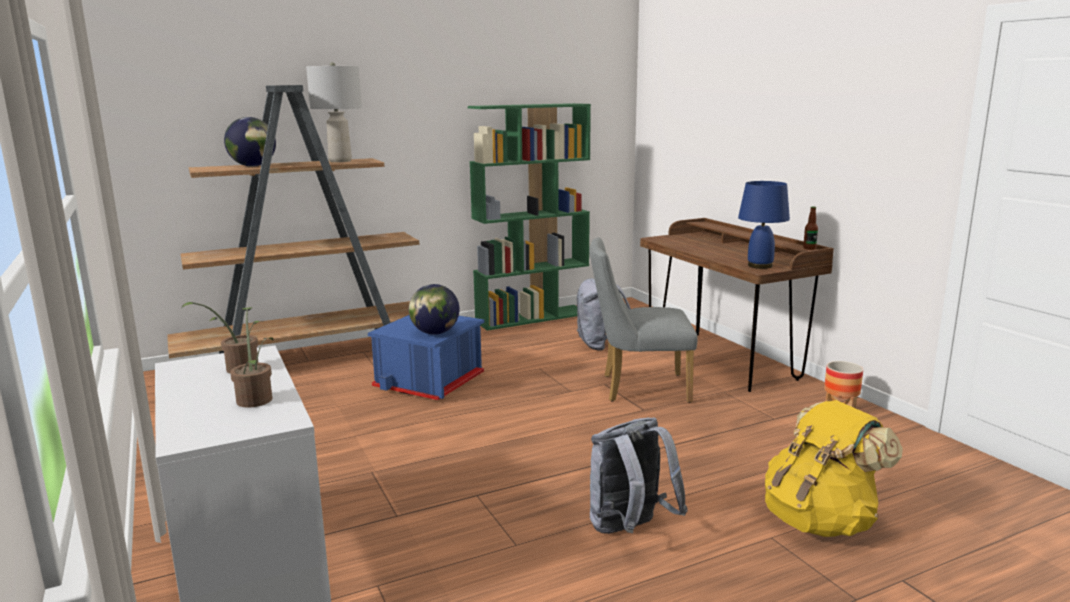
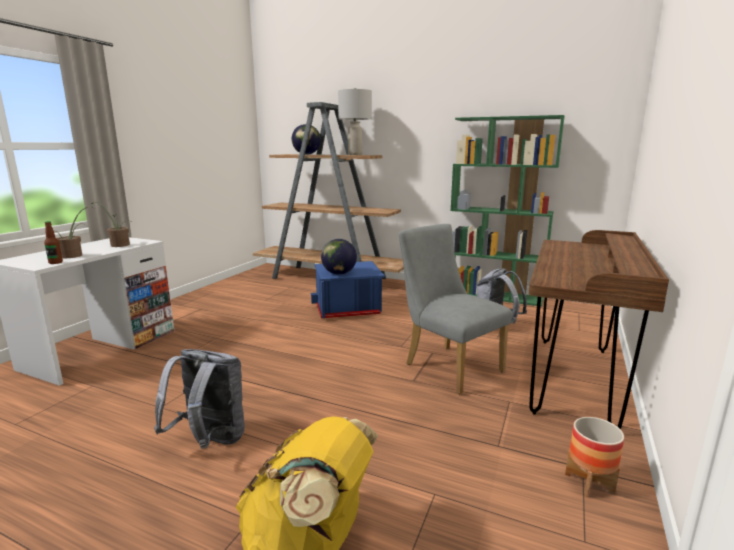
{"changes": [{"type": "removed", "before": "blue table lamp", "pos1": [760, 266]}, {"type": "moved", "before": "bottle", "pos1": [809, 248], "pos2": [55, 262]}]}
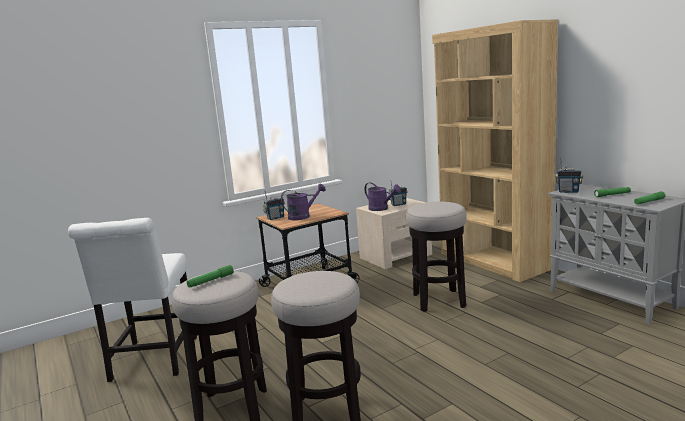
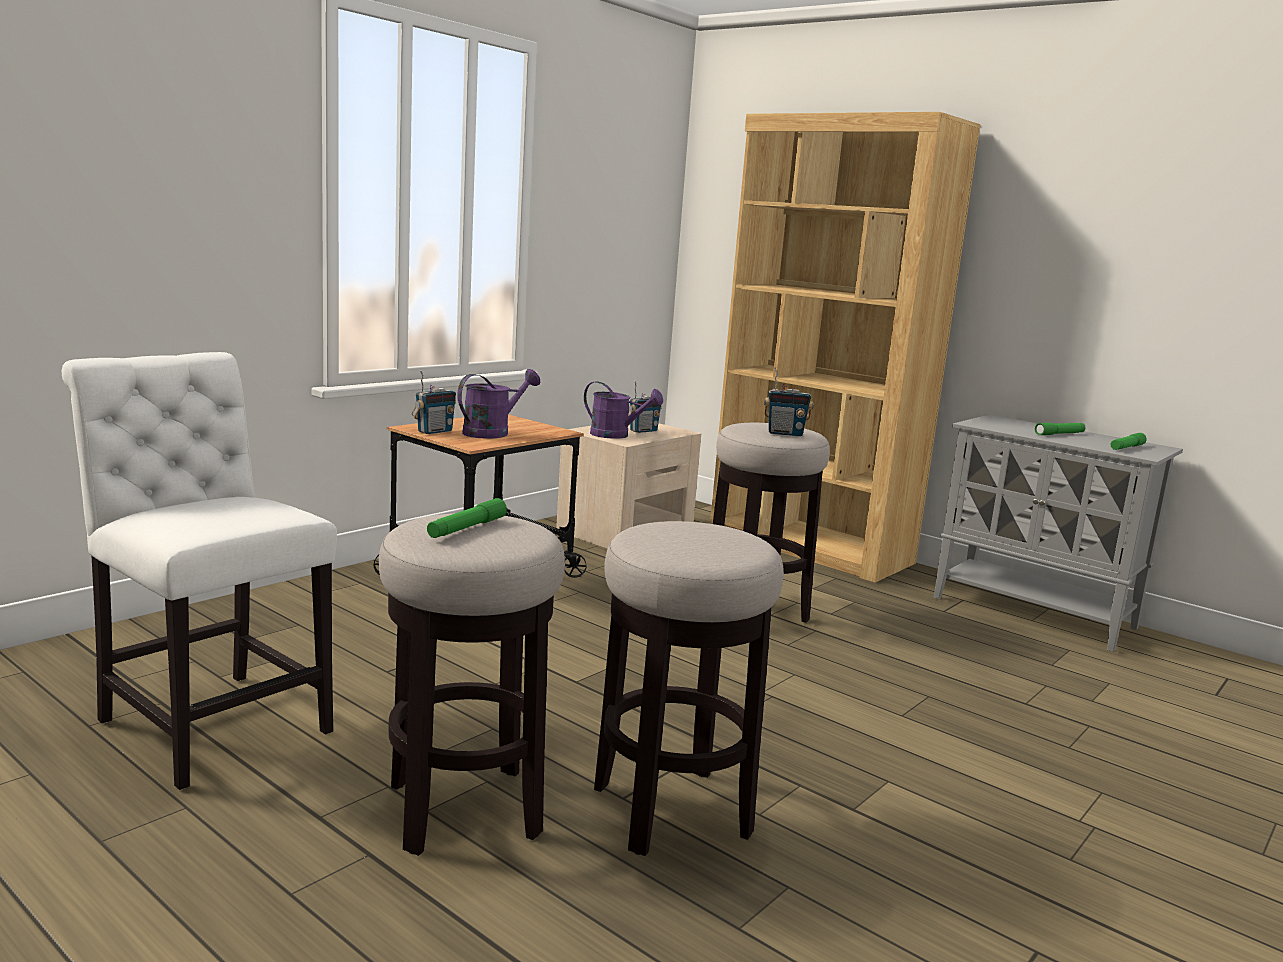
{"changes": [{"type": "moved", "before": "radio", "pos1": [568, 191], "pos2": [785, 433]}, {"type": "turned", "before": "white chair", "pos1": [152, 361], "pos2": [209, 722], "turn": 150}]}
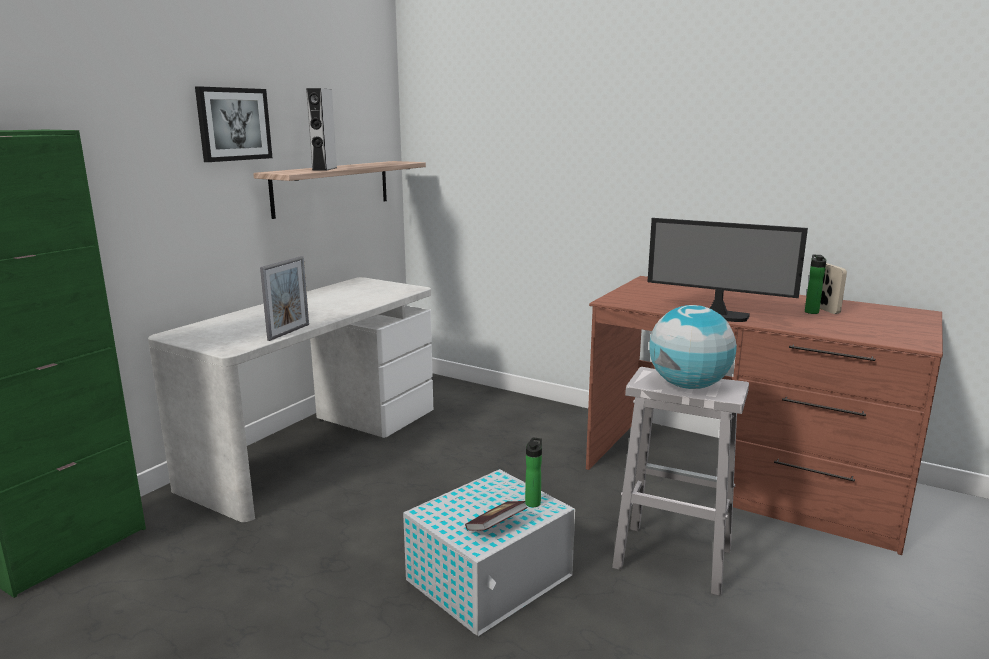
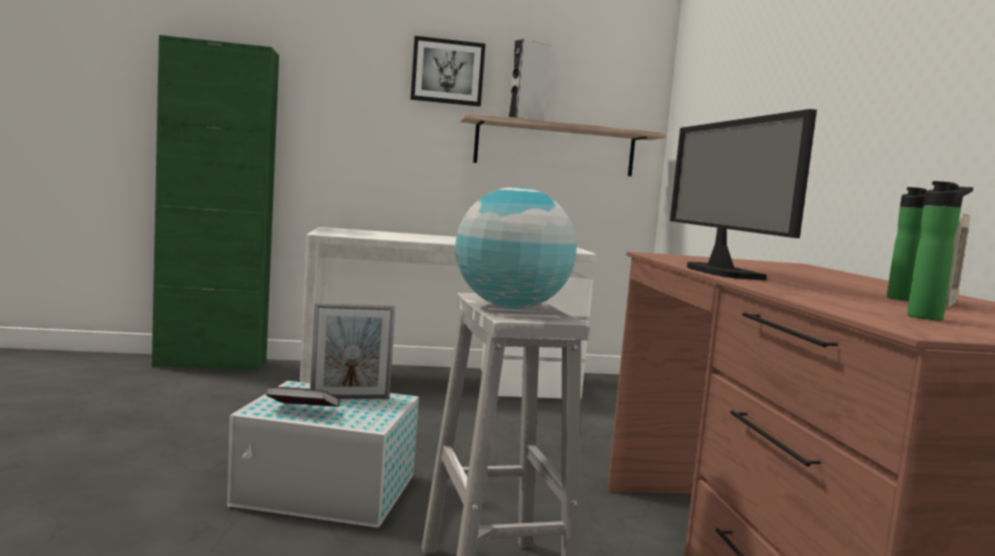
{"changes": [{"type": "moved", "before": "picture frame", "pos1": [289, 332], "pos2": [350, 398]}, {"type": "moved", "before": "bottle", "pos1": [533, 502], "pos2": [928, 317]}]}
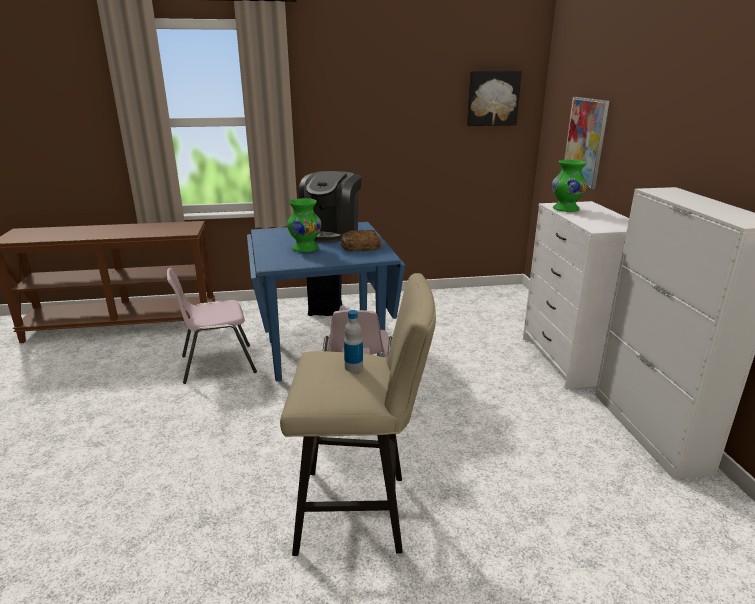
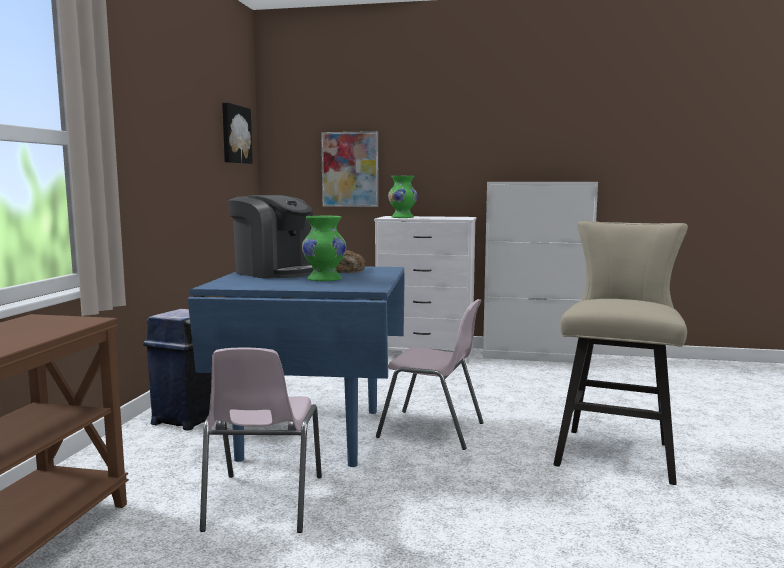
{"changes": [{"type": "removed", "before": "bottle", "pos1": [353, 367]}]}
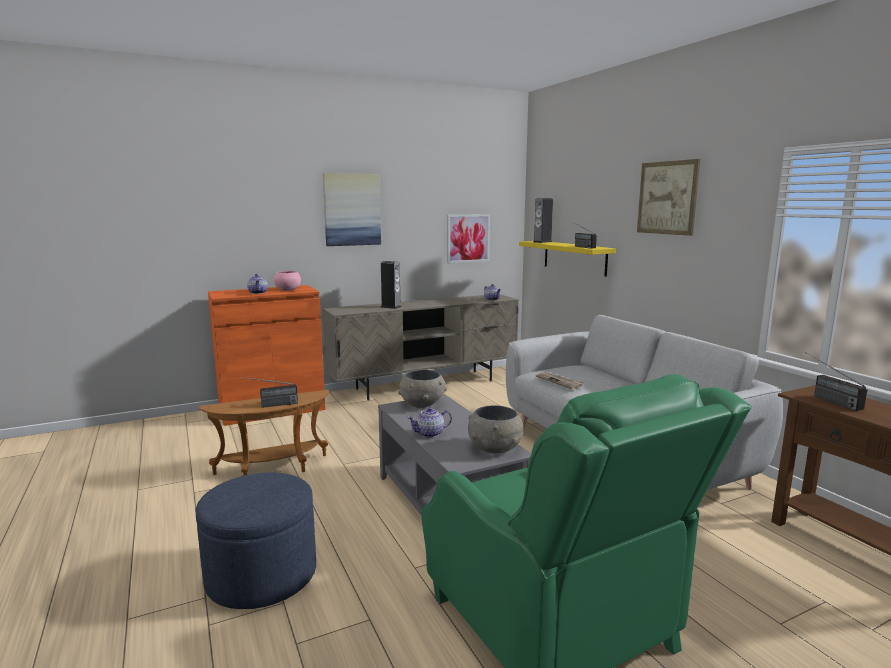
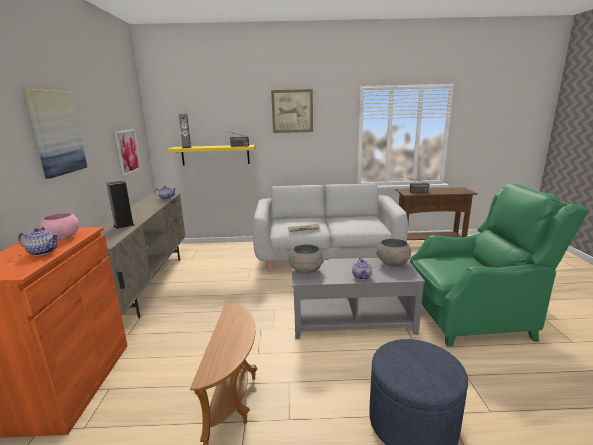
{"changes": [{"type": "removed", "before": "radio", "pos1": [269, 405]}]}
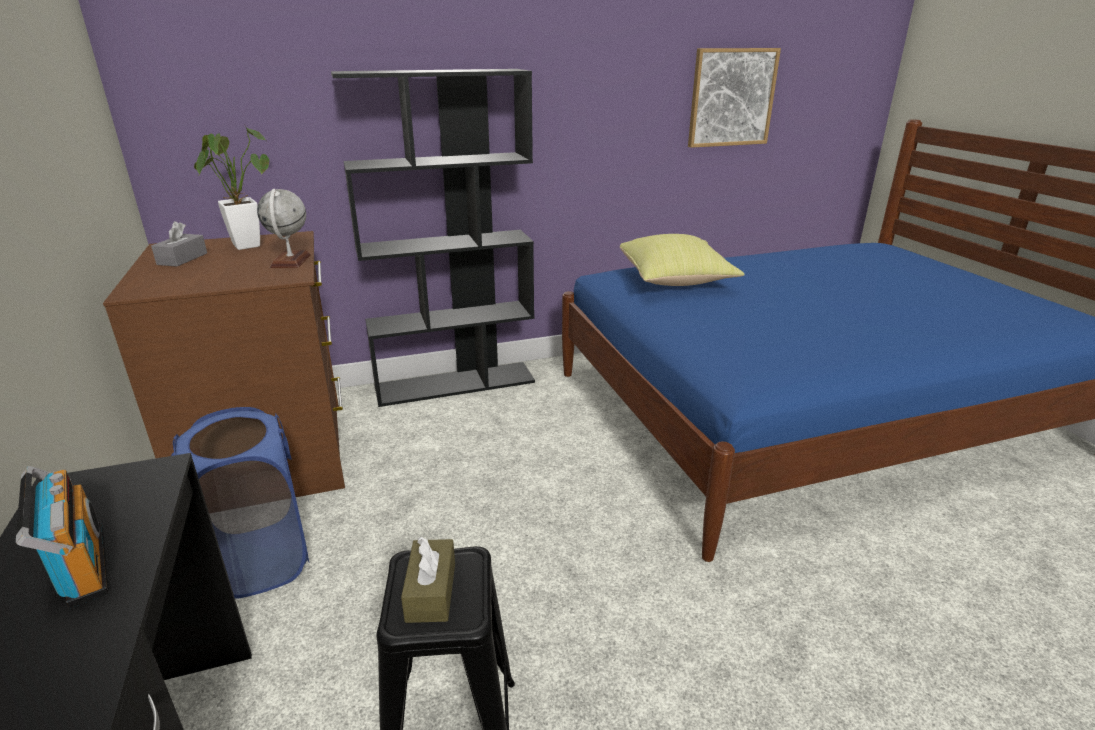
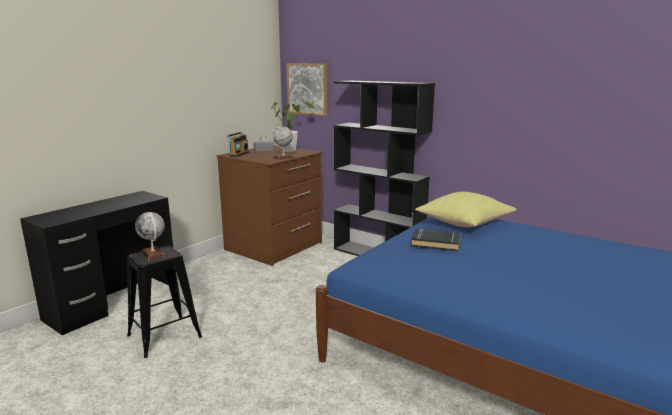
{"changes": [{"type": "moved", "before": "picture", "pos1": [731, 97], "pos2": [307, 89]}, {"type": "removed", "before": "blue laundry basket", "pos1": [261, 560]}, {"type": "moved", "before": "radio", "pos1": [79, 567], "pos2": [238, 154]}, {"type": "replaced", "before": "brown tissue box", "after": "globe", "pos1": [431, 591], "pos2": [153, 254]}, {"type": "added", "after": "black book", "pos2": [436, 243]}]}
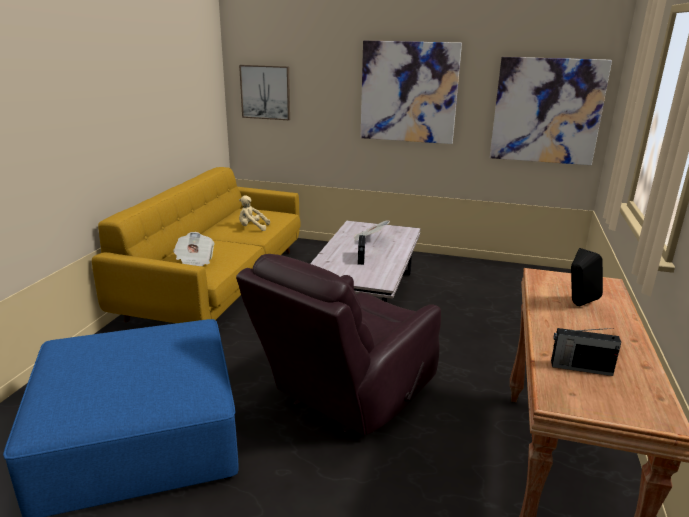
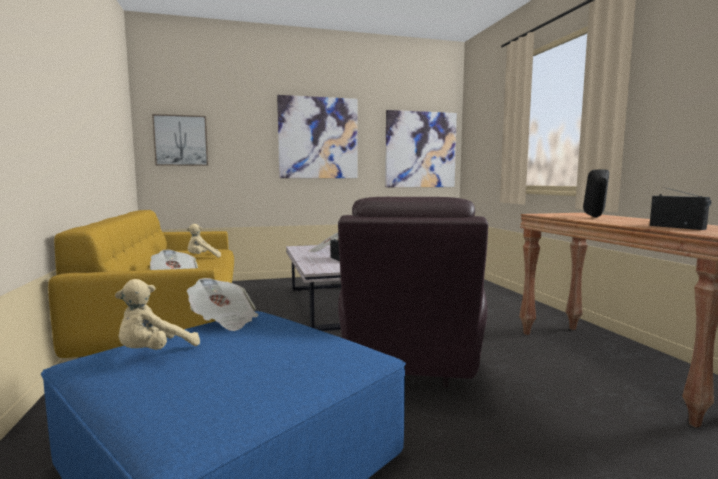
{"changes": [{"type": "turned", "before": "radio", "pos1": [580, 367], "pos2": [677, 227], "turn": -105}, {"type": "added", "after": "newspaper", "pos2": [224, 321]}, {"type": "added", "after": "beige plush toy", "pos2": [154, 353]}]}
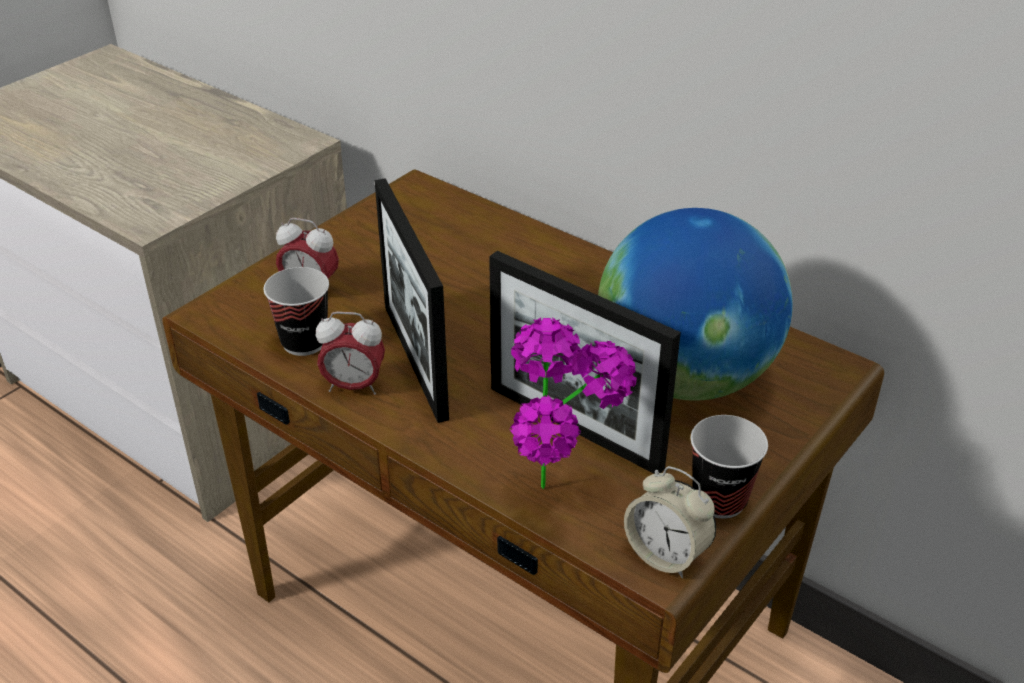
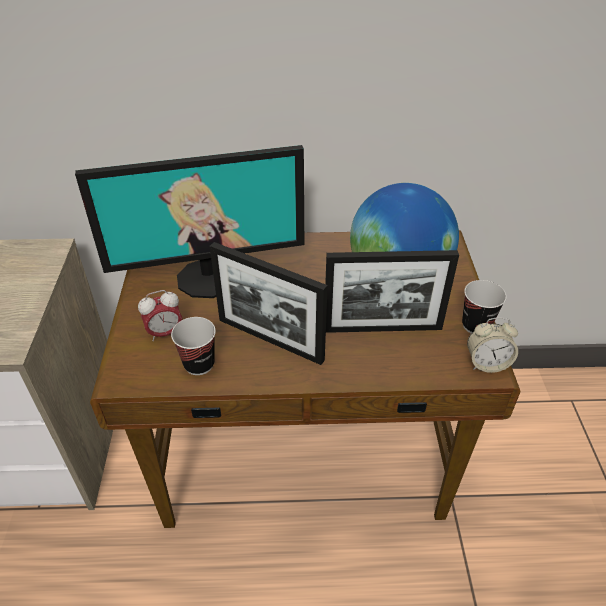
{"changes": [{"type": "removed", "before": "alarm clock", "pos1": [354, 386]}, {"type": "removed", "before": "potted plant", "pos1": [564, 499]}, {"type": "added", "after": "monitor", "pos2": [209, 277]}]}
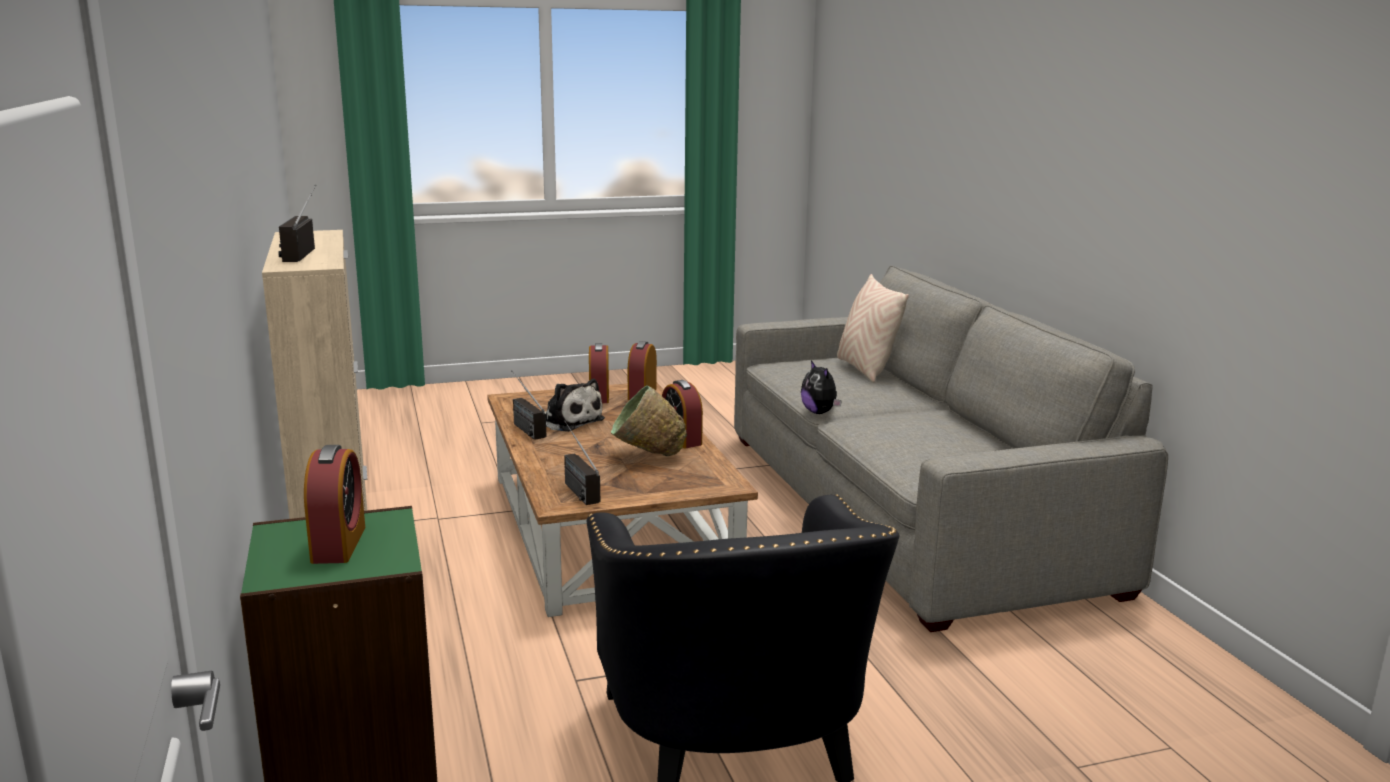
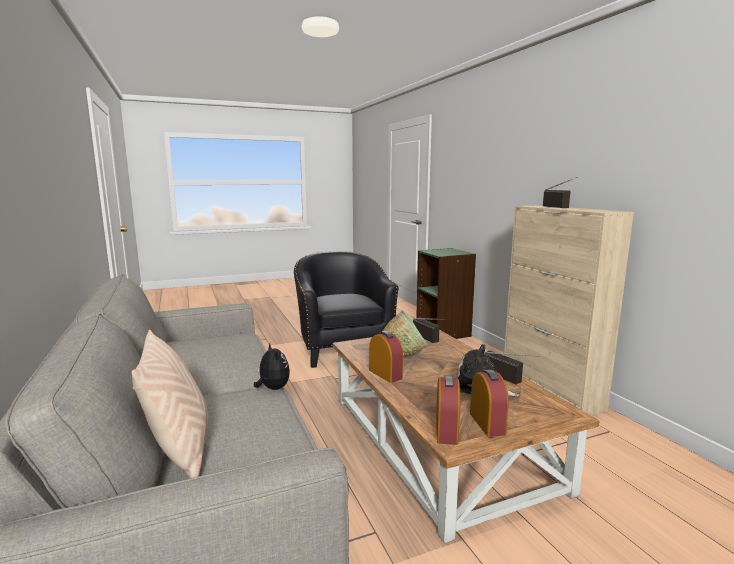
{"changes": [{"type": "removed", "before": "alarm clock", "pos1": [338, 544]}]}
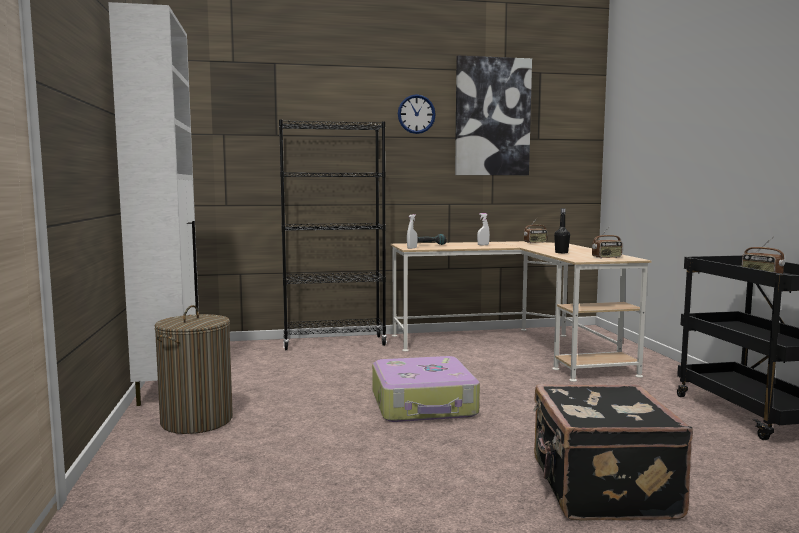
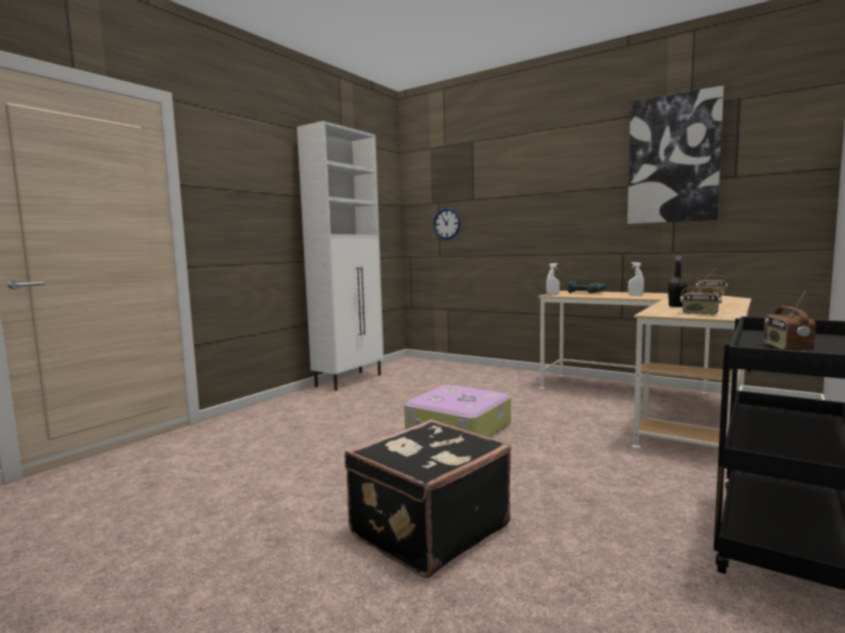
{"changes": [{"type": "moved", "before": "wall clock", "pos1": [416, 114], "pos2": [447, 223]}, {"type": "removed", "before": "black bookcase", "pos1": [334, 343]}, {"type": "removed", "before": "laundry basket", "pos1": [197, 420]}]}
